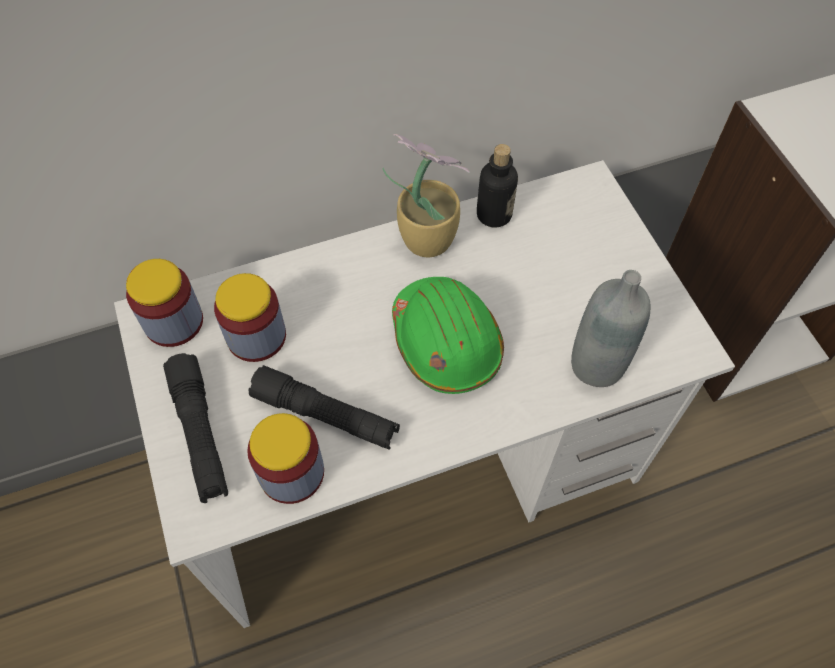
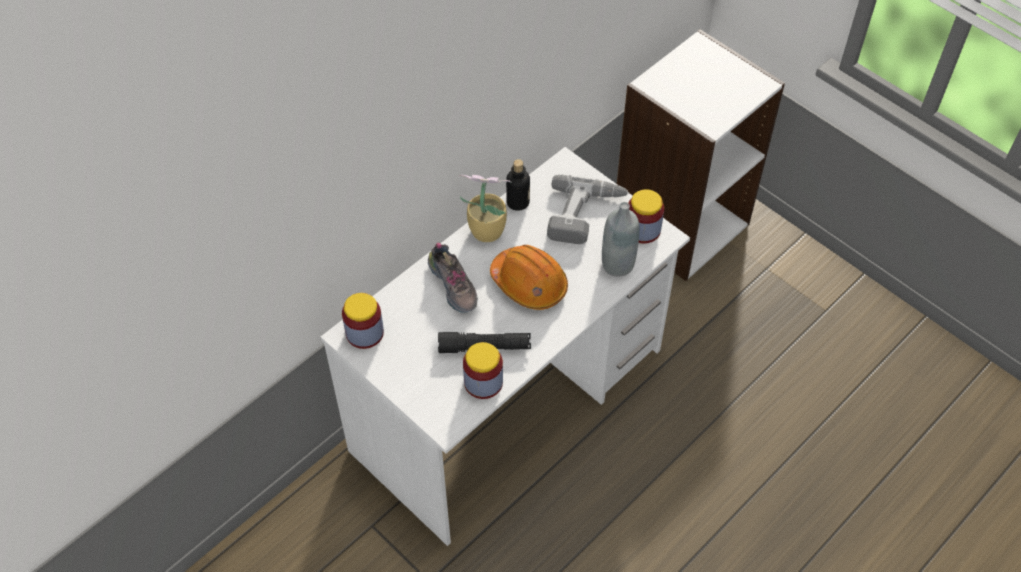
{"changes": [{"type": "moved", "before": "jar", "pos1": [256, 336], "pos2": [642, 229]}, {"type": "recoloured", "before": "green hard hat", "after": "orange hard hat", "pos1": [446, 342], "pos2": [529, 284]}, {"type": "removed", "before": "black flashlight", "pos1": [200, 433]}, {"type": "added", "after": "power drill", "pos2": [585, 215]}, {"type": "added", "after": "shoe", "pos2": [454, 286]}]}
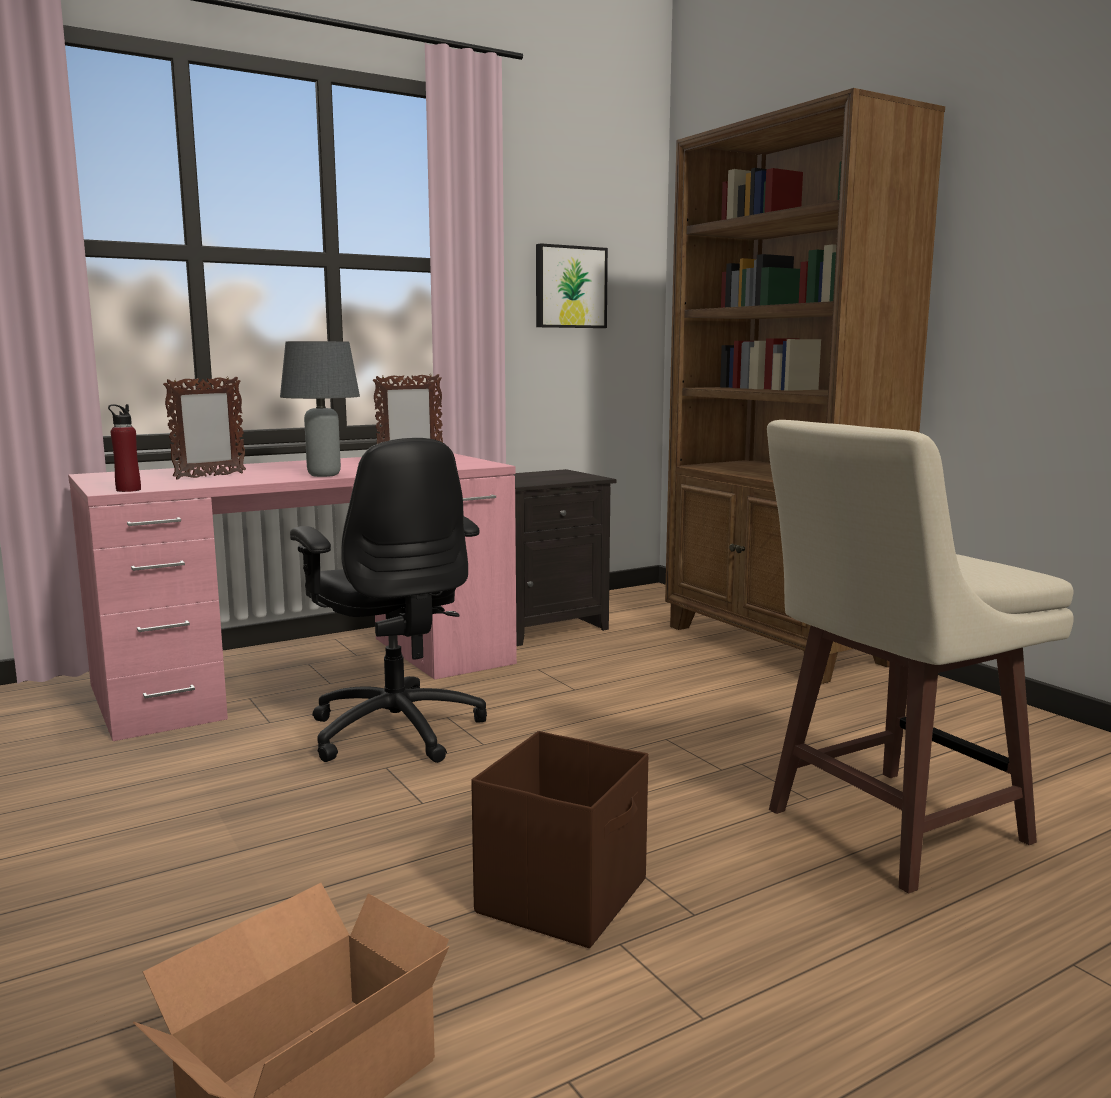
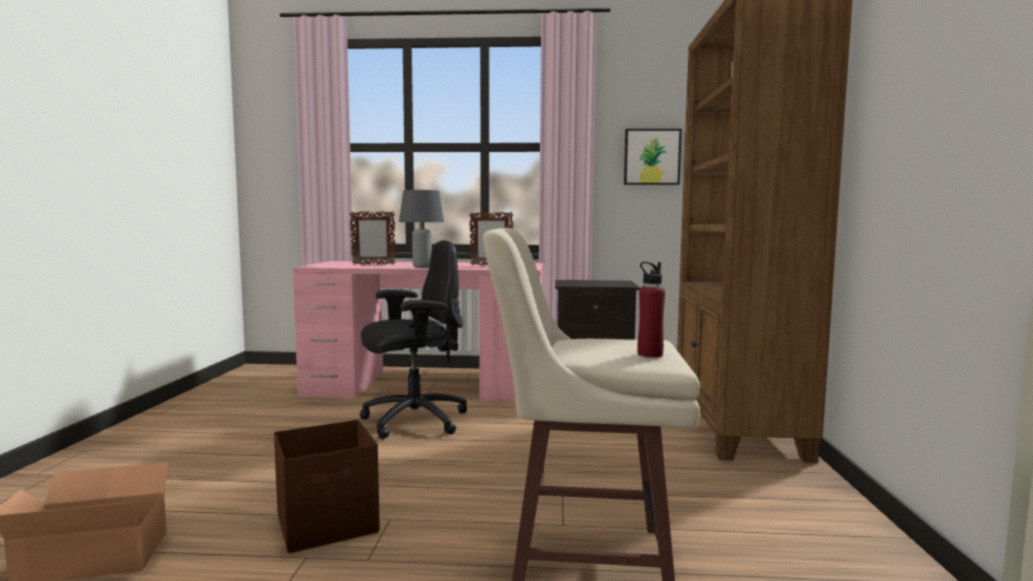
{"changes": [{"type": "moved", "before": "red bottle", "pos1": [128, 490], "pos2": [650, 354]}, {"type": "turned", "before": "black office chair", "pos1": [396, 730], "pos2": [413, 421], "turn": -120}]}
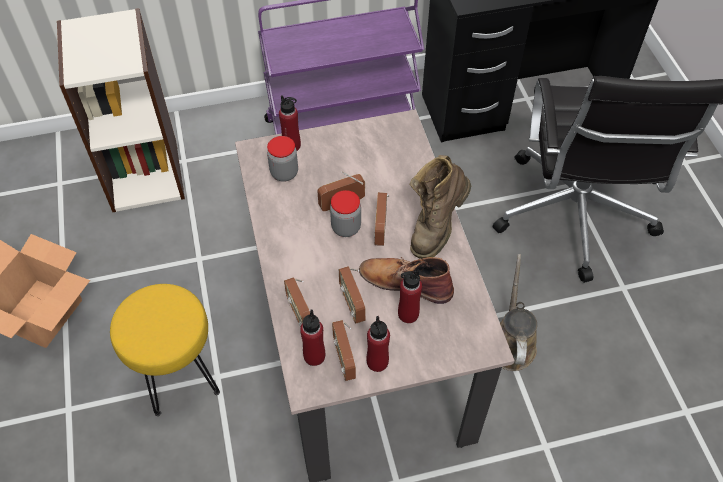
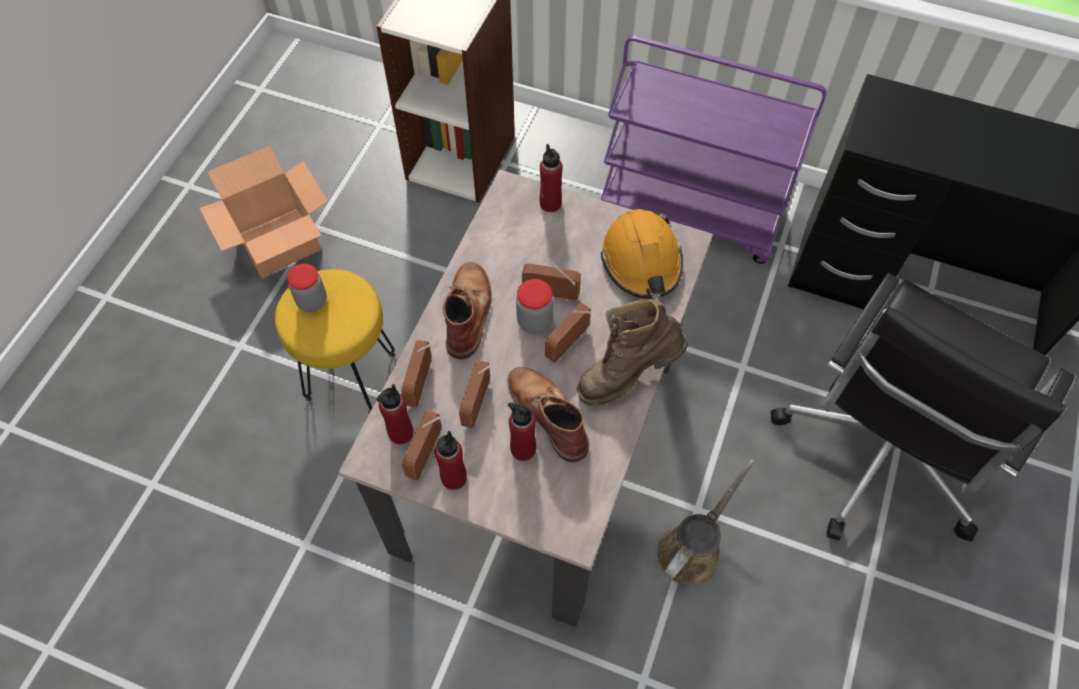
{"changes": [{"type": "moved", "before": "jar", "pos1": [284, 173], "pos2": [312, 301]}, {"type": "added", "after": "orange hard hat", "pos2": [642, 262]}, {"type": "added", "after": "brown boot", "pos2": [468, 311]}]}
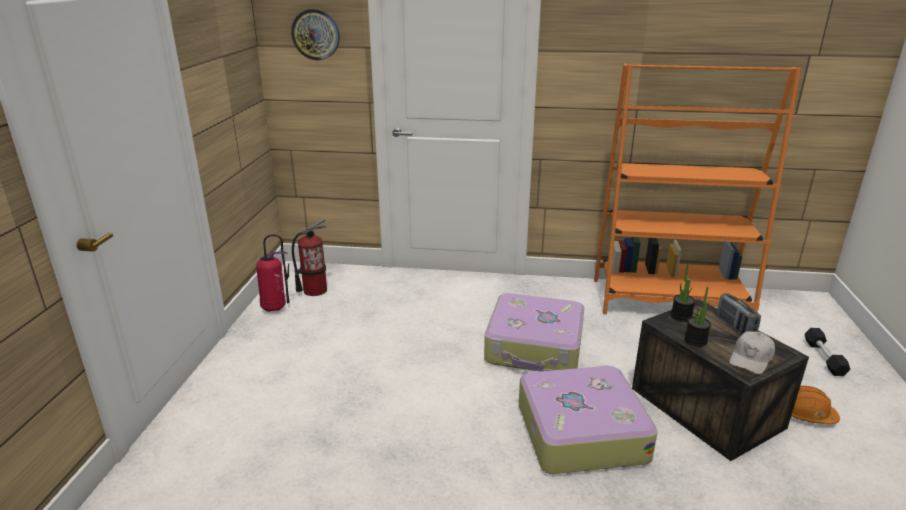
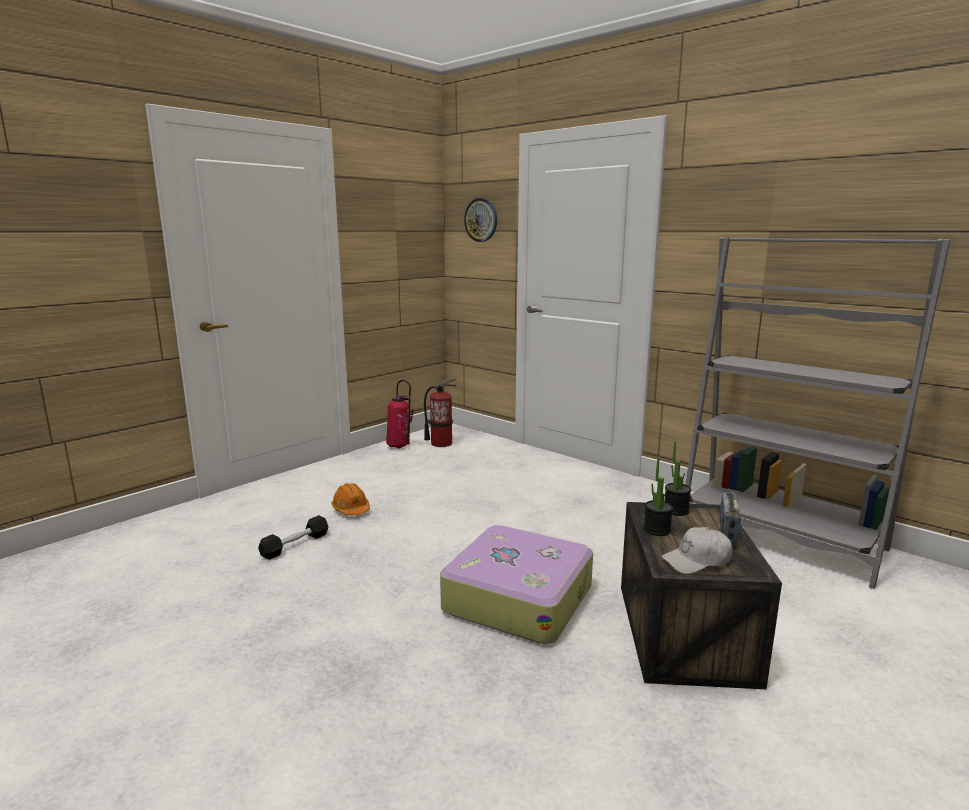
{"changes": [{"type": "recoloured", "before": "orange bookcase", "after": "grey bookcase", "pos1": [669, 301], "pos2": [780, 537]}, {"type": "removed", "before": "suitcase", "pos1": [535, 347]}, {"type": "moved", "before": "black dumbbell", "pos1": [824, 358], "pos2": [295, 545]}, {"type": "moved", "before": "orange hard hat", "pos1": [806, 414], "pos2": [351, 509]}]}
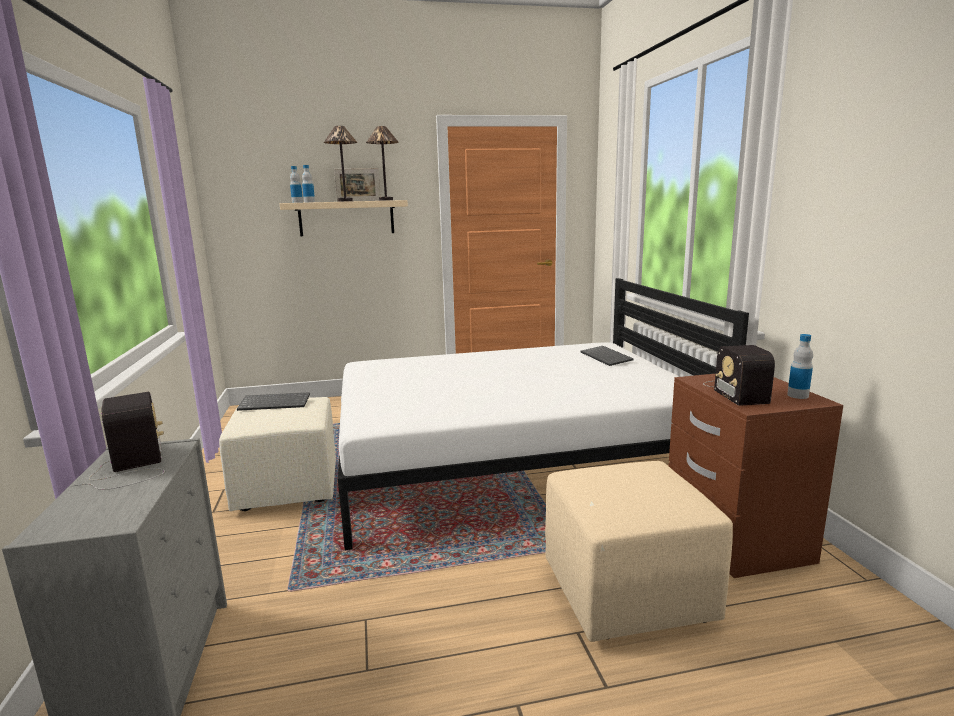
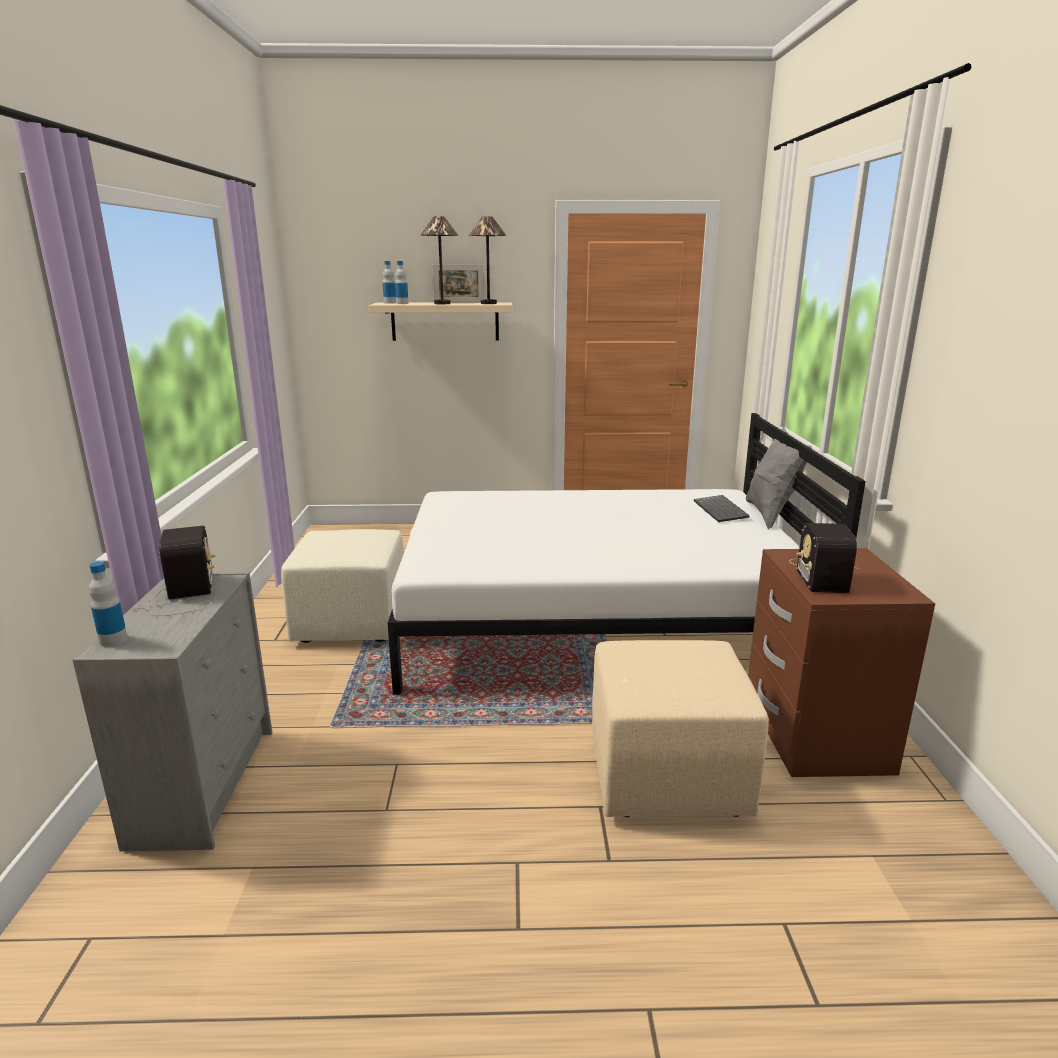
{"changes": [{"type": "moved", "before": "bottle", "pos1": [797, 395], "pos2": [113, 640]}, {"type": "removed", "before": "keyboard", "pos1": [276, 403]}, {"type": "added", "after": "grey pillow", "pos2": [771, 515]}]}
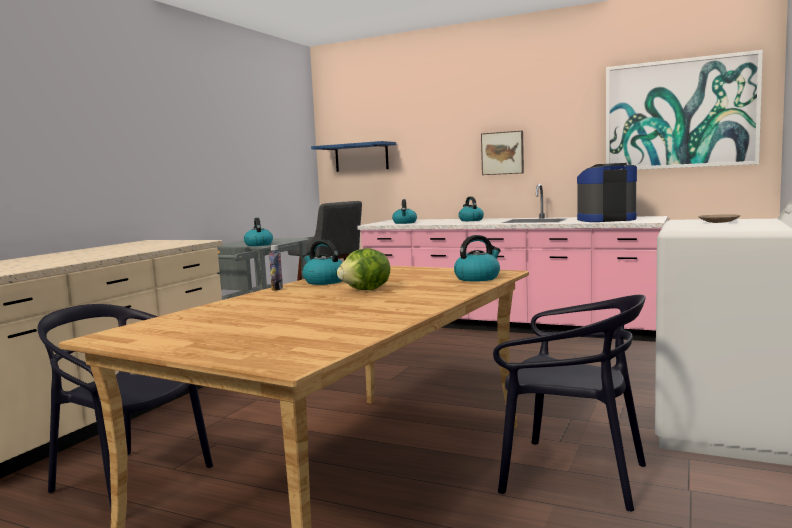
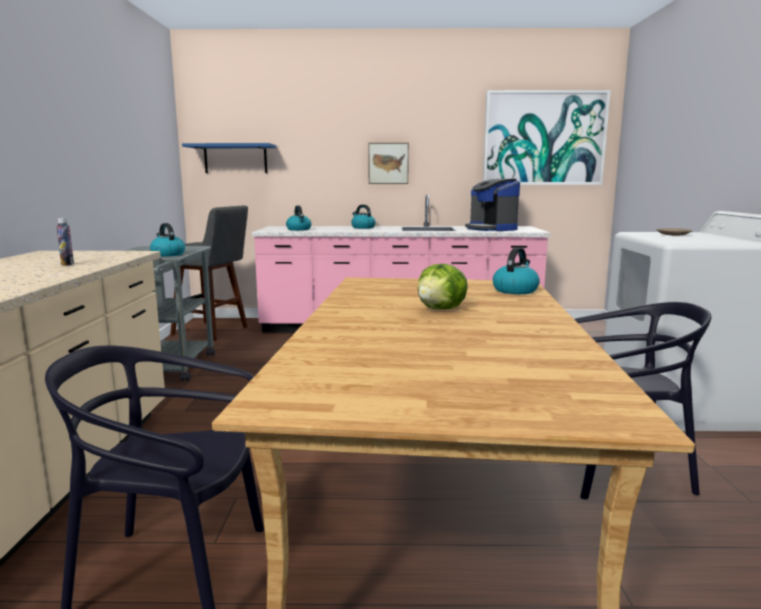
{"changes": [{"type": "turned", "before": "coffee machine", "pos1": [606, 219], "pos2": [491, 229], "turn": -90}, {"type": "removed", "before": "kettle", "pos1": [324, 281]}, {"type": "moved", "before": "bottle", "pos1": [277, 289], "pos2": [67, 264]}]}
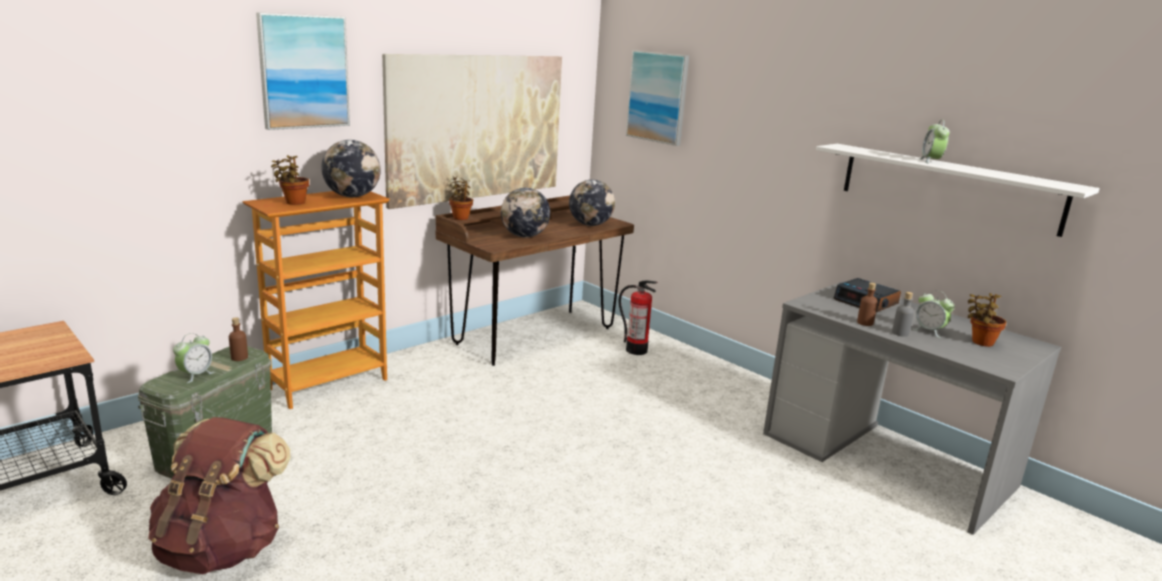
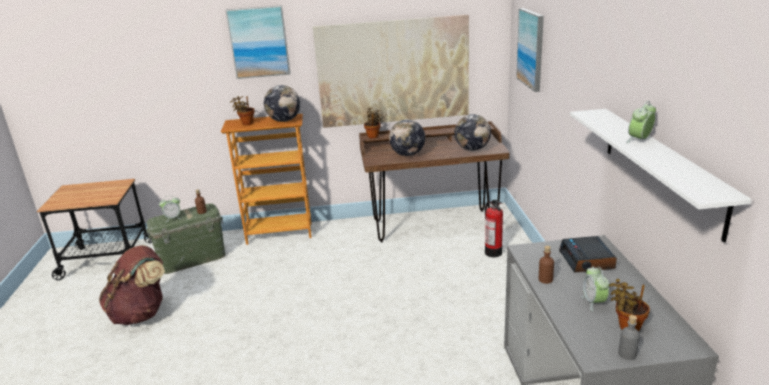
{"changes": [{"type": "moved", "before": "grey bottle", "pos1": [900, 333], "pos2": [627, 354]}]}
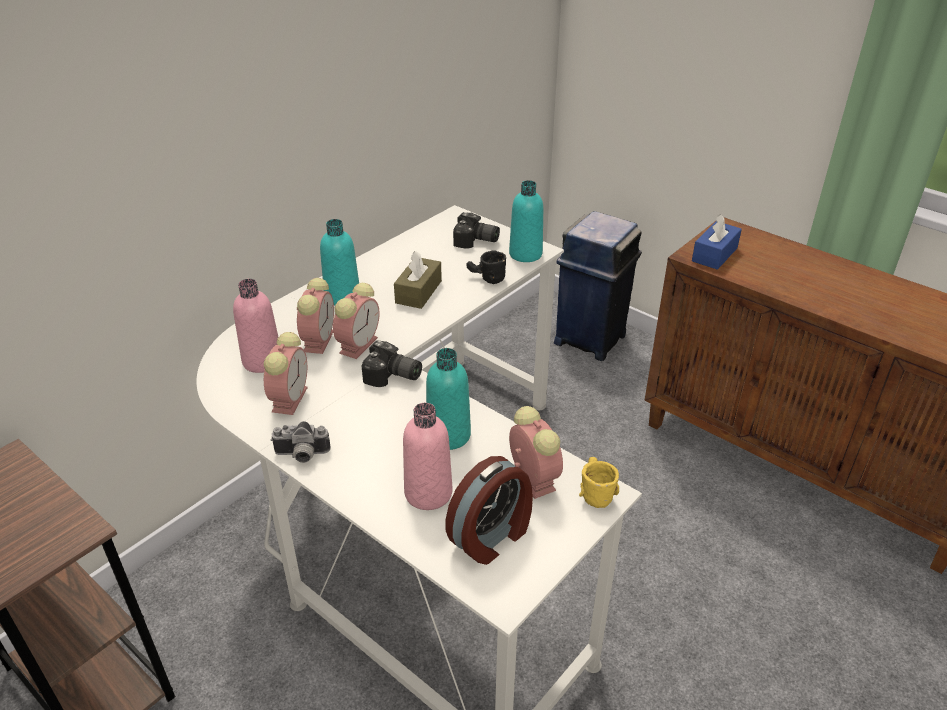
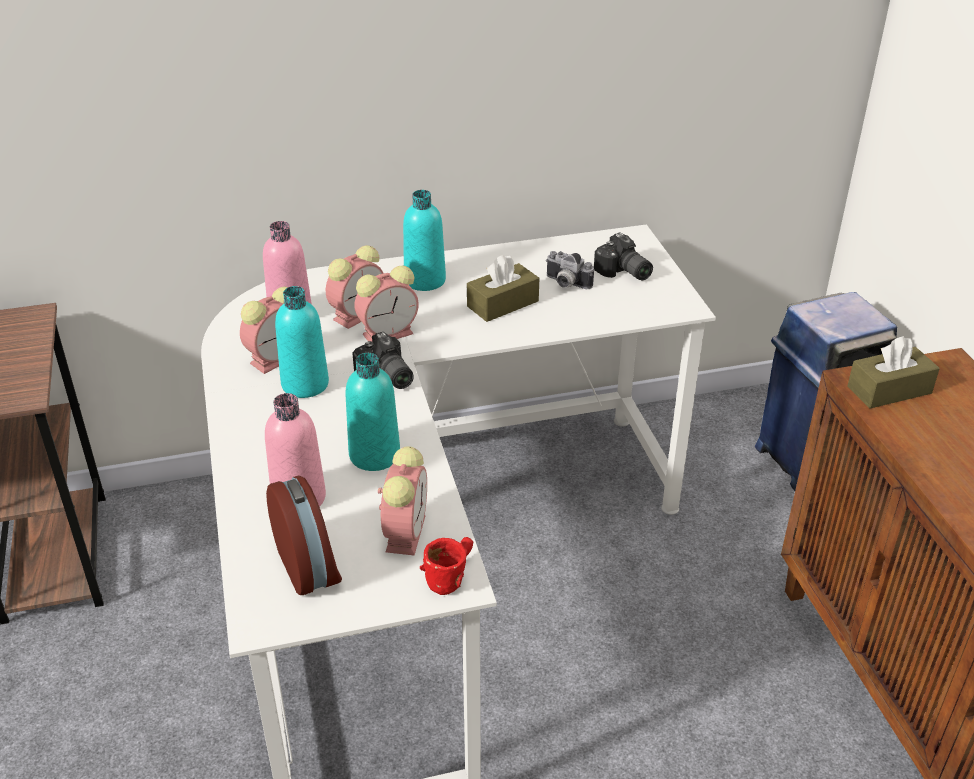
{"changes": [{"type": "moved", "before": "turquoise bottle", "pos1": [525, 254], "pos2": [305, 384]}, {"type": "recoloured", "before": "blue tissue box", "after": "brown tissue box", "pos1": [714, 254], "pos2": [889, 390]}, {"type": "removed", "before": "black mug", "pos1": [485, 278]}, {"type": "moved", "before": "photo camera", "pos1": [301, 455], "pos2": [565, 284]}, {"type": "turned", "before": "alarm clock", "pos1": [492, 536], "pos2": [309, 565], "turn": -105}, {"type": "recoloured", "before": "yellow mug", "after": "red mug", "pos1": [593, 490], "pos2": [450, 574]}]}
